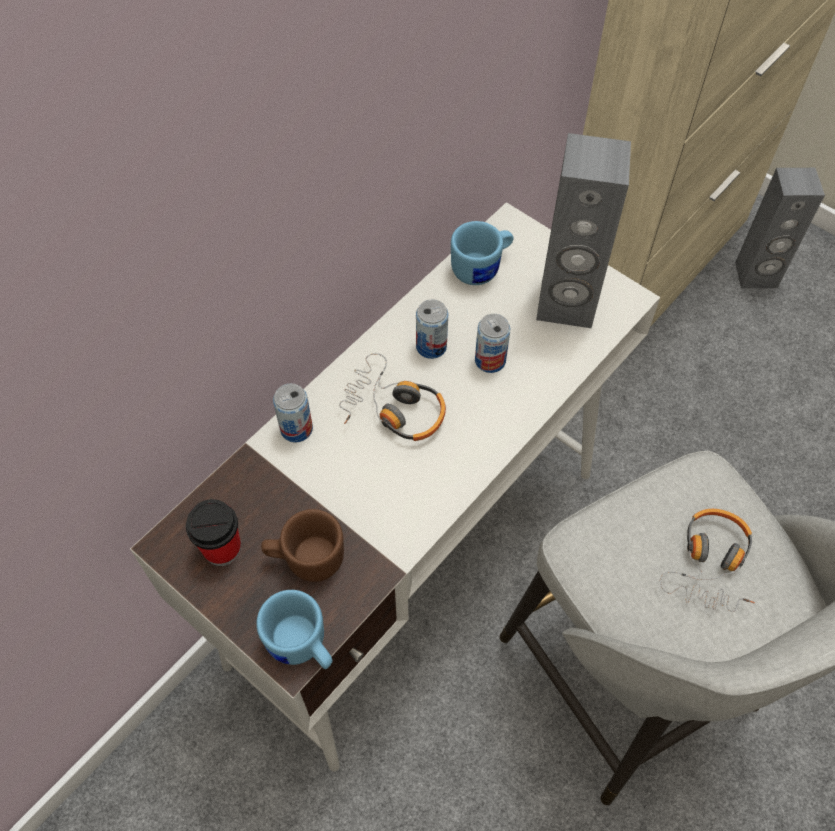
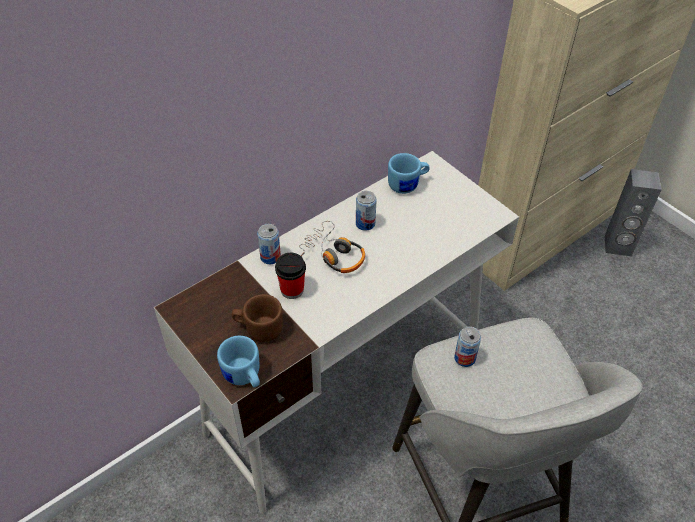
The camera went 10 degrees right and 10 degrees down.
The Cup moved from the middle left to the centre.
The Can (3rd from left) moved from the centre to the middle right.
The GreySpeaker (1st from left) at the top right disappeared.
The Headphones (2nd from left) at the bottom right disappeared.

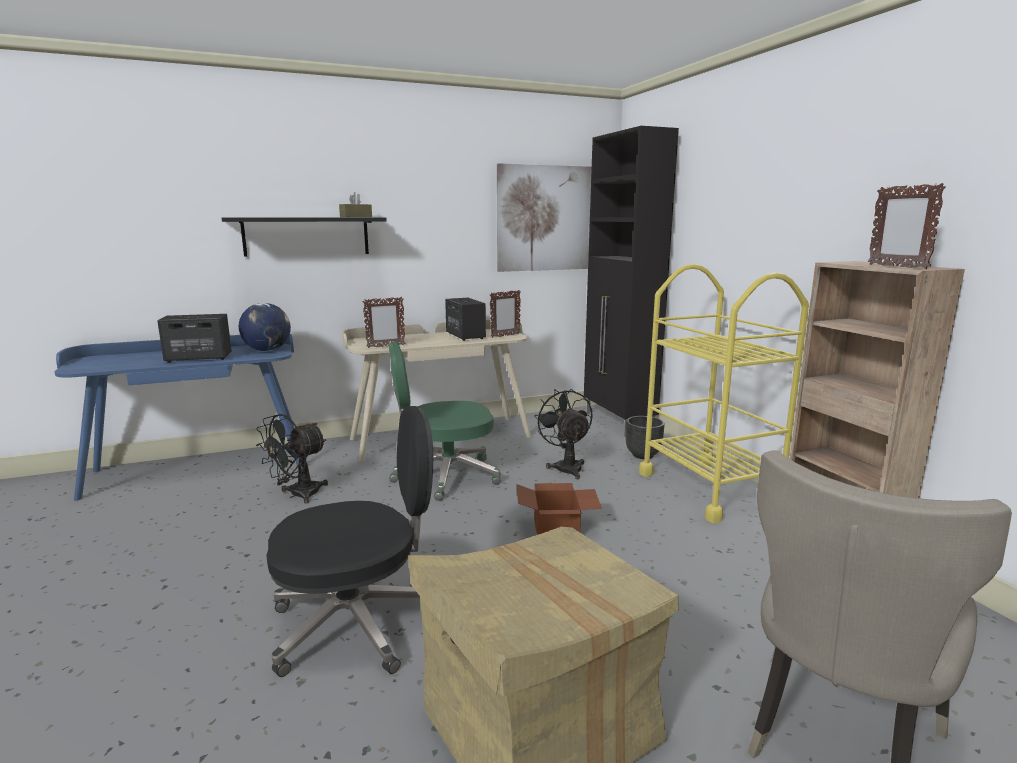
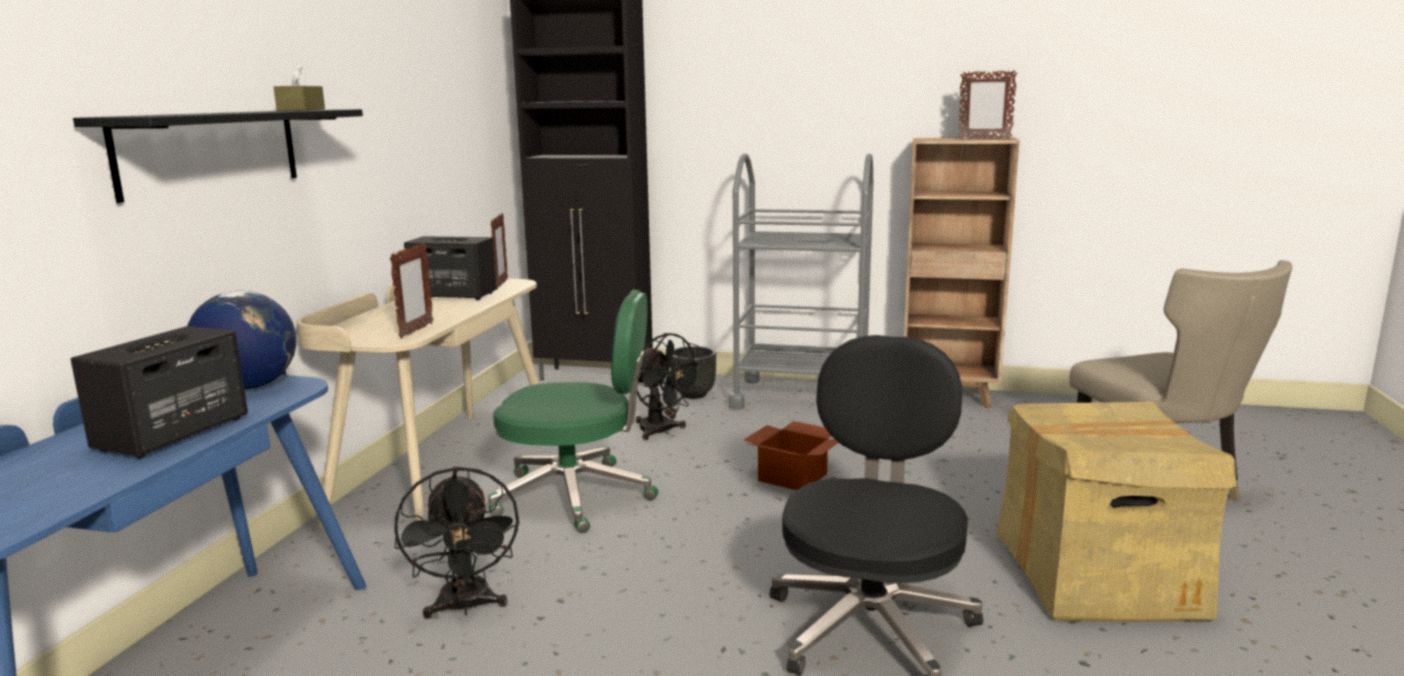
The camera went 55 degrees left and 0 degrees up.
The GreenOfficeChair at the centre turned 105 degrees counterclockwise.
The Picture at the top centre disappeared.
The BlackFan (2nd from left) at the centre turned 150 degrees counterclockwise.
The YellowCart at the middle right became the GreyCart at the centre.

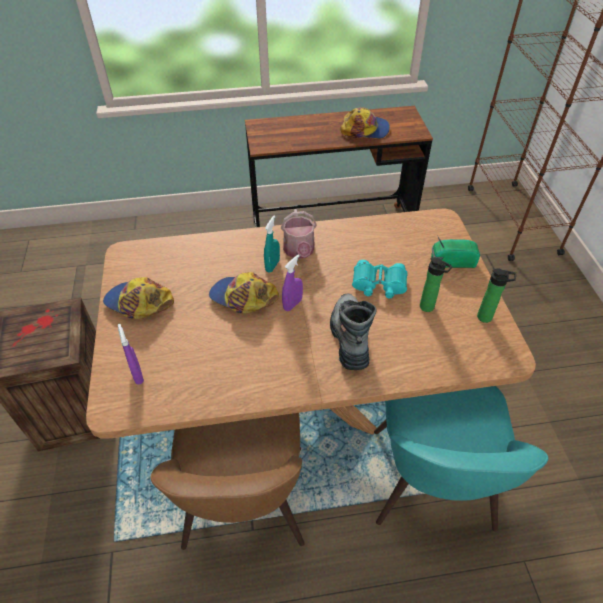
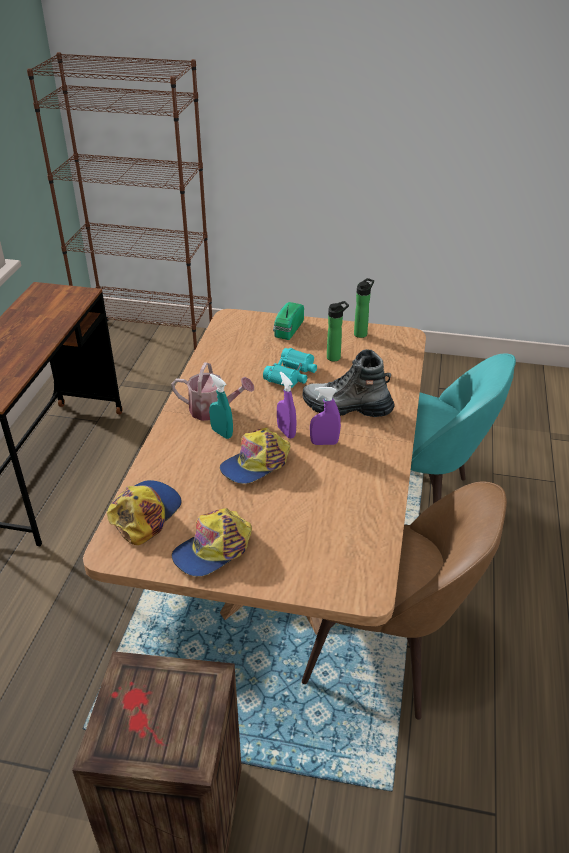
The camera went 70 degrees left and 10 degrees down.
The PurpleSprayBottle (1st from left in the first image) moved from the middle left to the centre.
The Cap (3rd from left in the first image) moved from the top centre to the middle left.

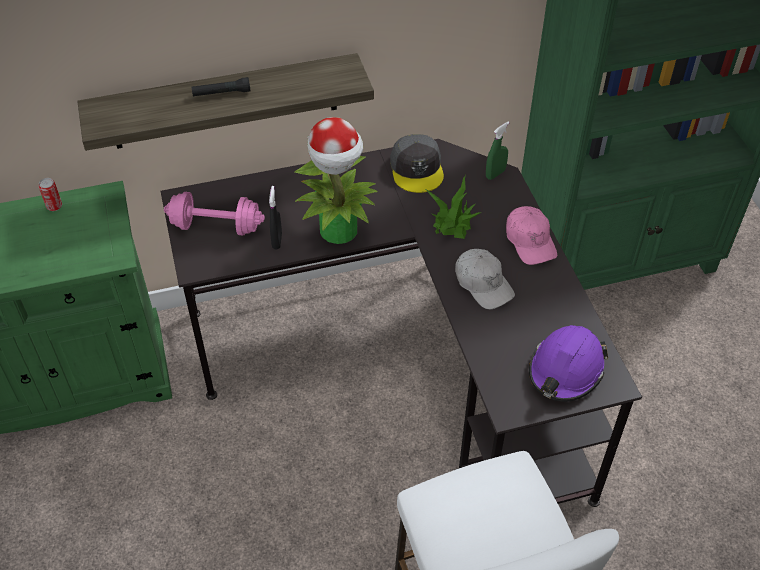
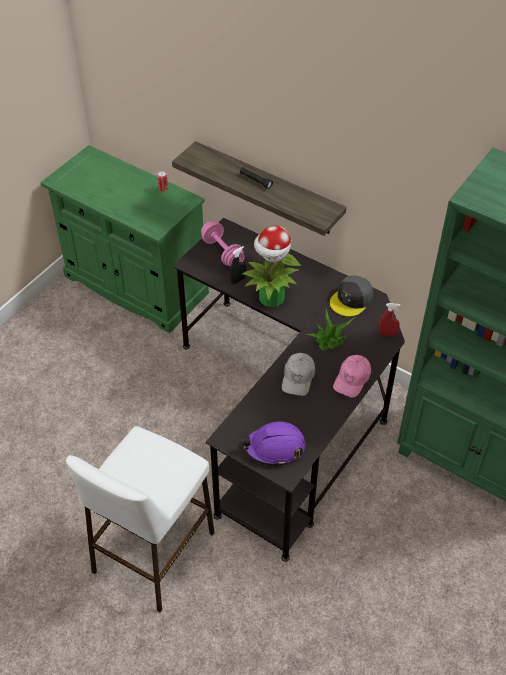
The camera went 50 degrees right and 0 degrees up.
The GreenSprayBottle at the top centre became the RedSprayBottle at the middle right.

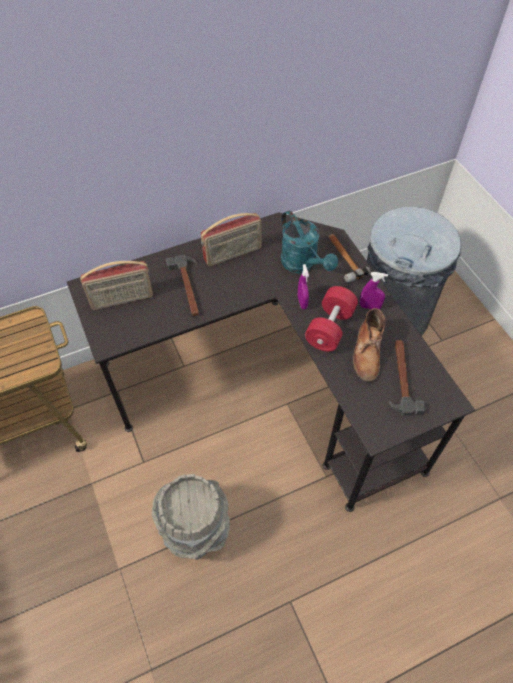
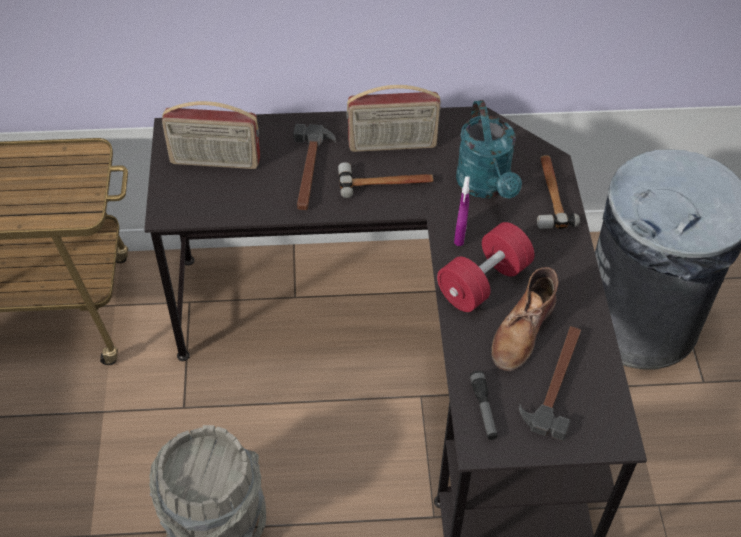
The camera went 20 degrees right and 5 degrees down.
The PurpleSprayBottle (2nd from left) at the middle right disappeared.
The Hammer (2nd from left) at the centre appeared.
The Flashlight at the bottom centre appeared.

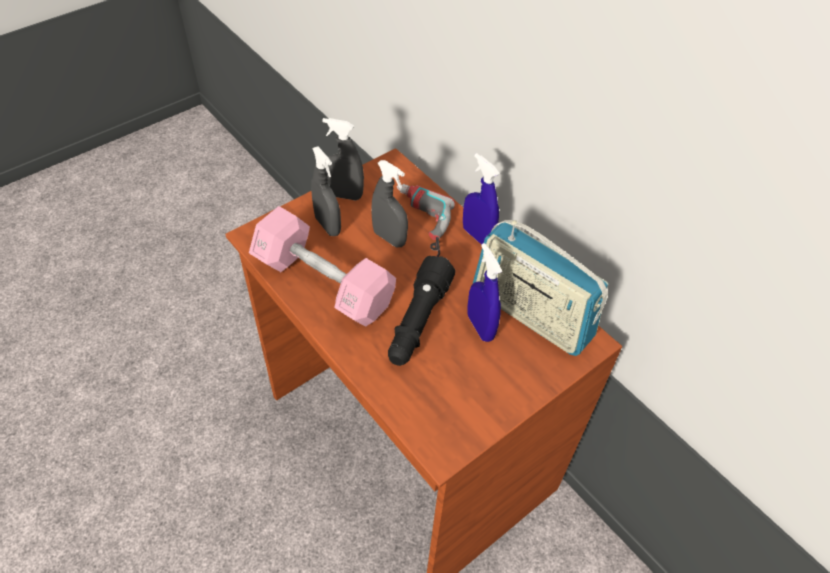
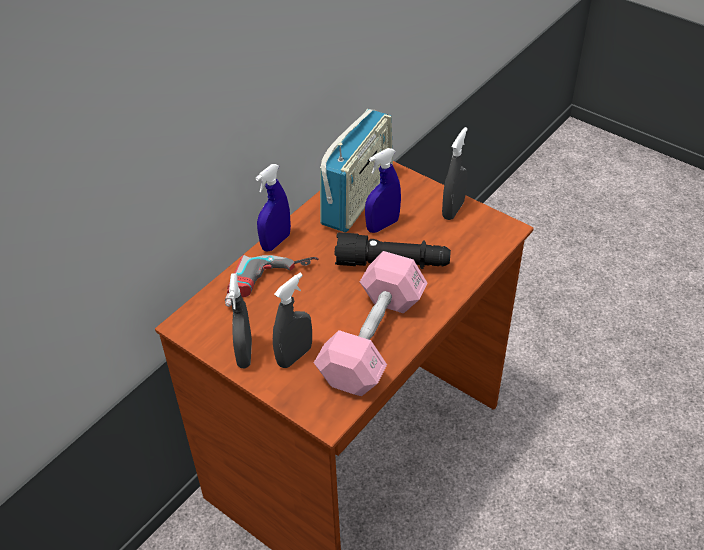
The camera went 100 degrees left and 5 degrees down.
The GreySprayBottle (3rd from left) moved from the centre to the top centre.

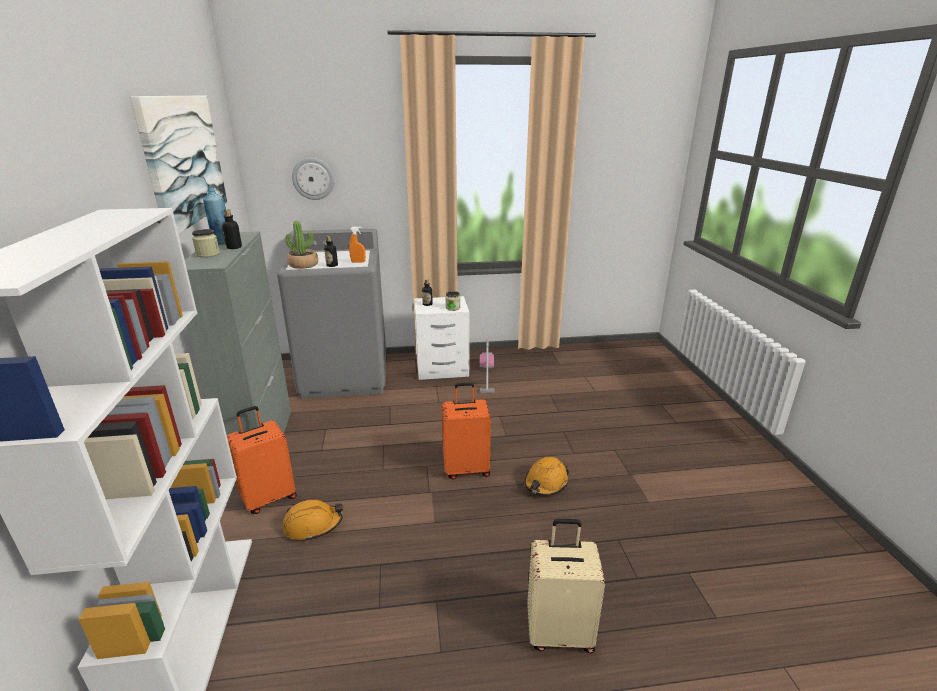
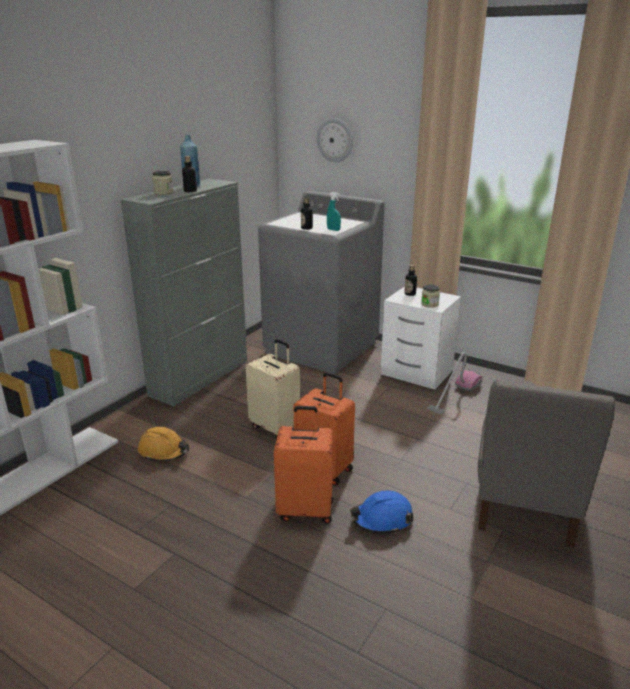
The camera went 40 degrees right and 0 degrees up.
The Picture at the top left disappeared.
The OrangeSuitcase (1st from left) moved from the middle left to the bottom centre.
The PottedPlant at the middle left disappeared.
The OrangeSprayBottle at the centre became the TurquoiseSprayBottle at the top centre.
The OrangeHardHat (2nd from left) at the bottom centre became the BlueHardHat at the bottom centre.
The BeigeSuitcase moved from the bottom centre to the centre.
The GreyChair at the bottom right appeared.

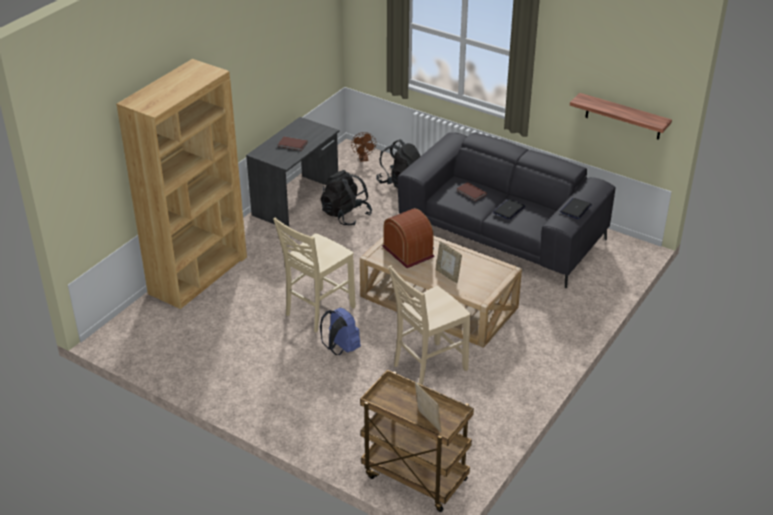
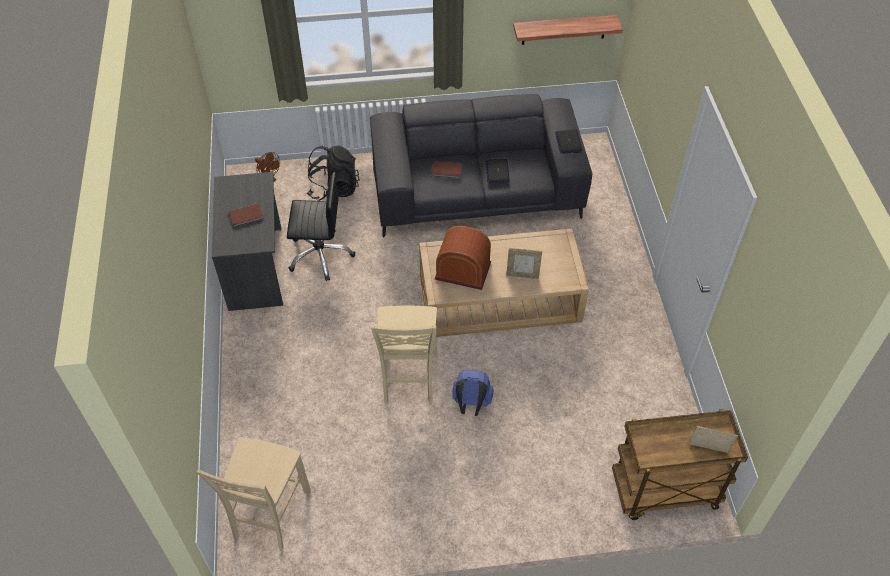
The camera went 40 degrees left and 15 degrees up.
The BrownBookcase at the middle left disappeared.
The BlackBackpack (1st from left) at the centre was replaced by the BlackOfficeChair at the centre.
The BeigeChair (2nd from left in the first image) moved from the centre to the bottom left.

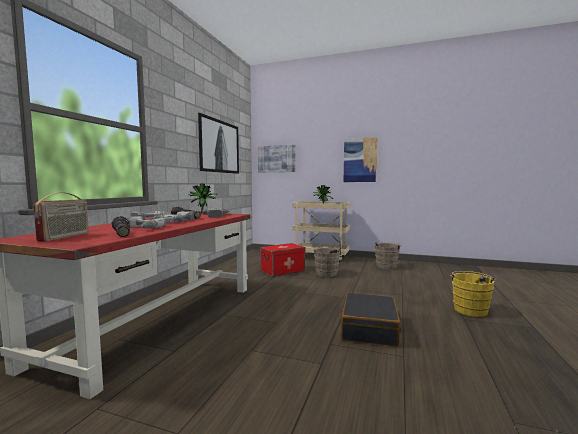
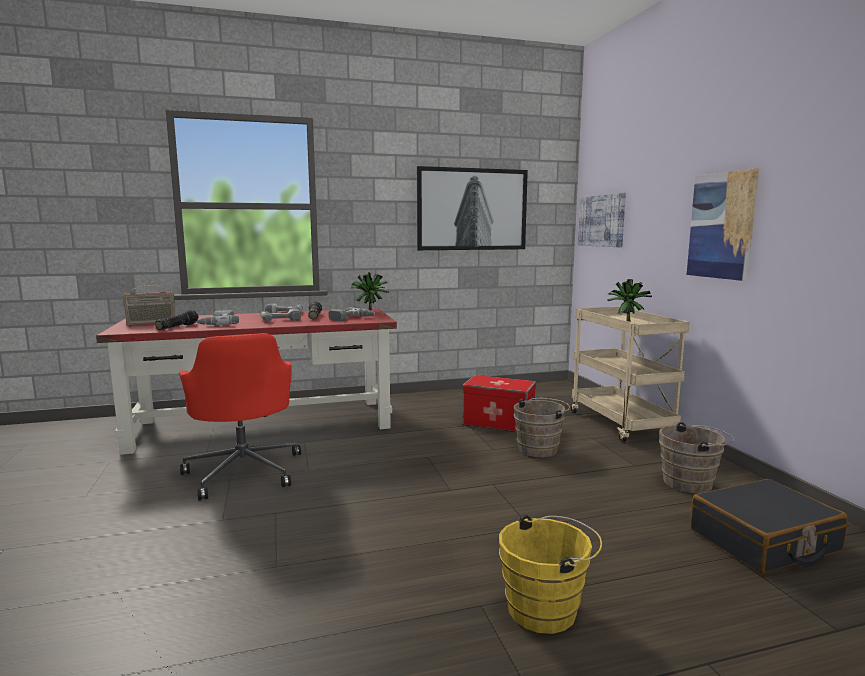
The camera went 55 degrees right and 5 degrees up.
The BlackSuitcase moved from the bottom centre to the bottom right.
The RedOfficeChair at the middle left appeared.

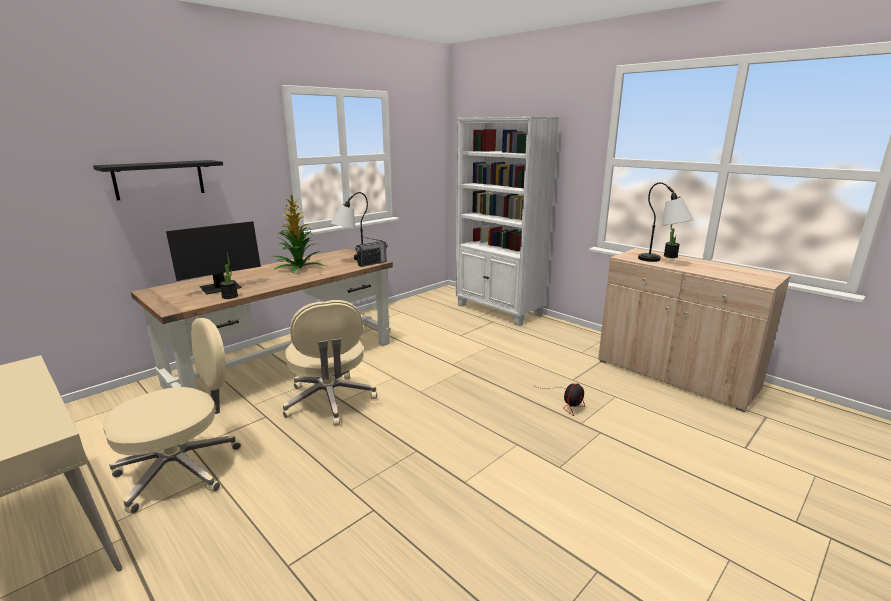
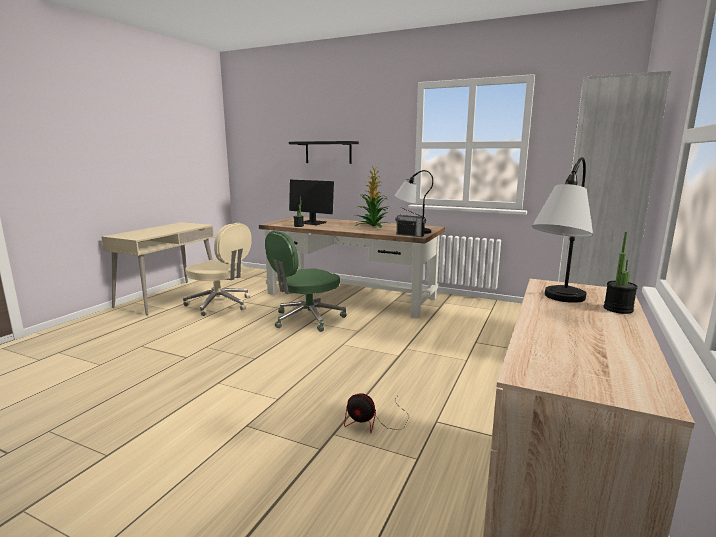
The camera went 70 degrees right and 5 degrees down.
The BeigeOfficeChair (2nd from left) at the centre became the GreenOfficeChair at the centre.

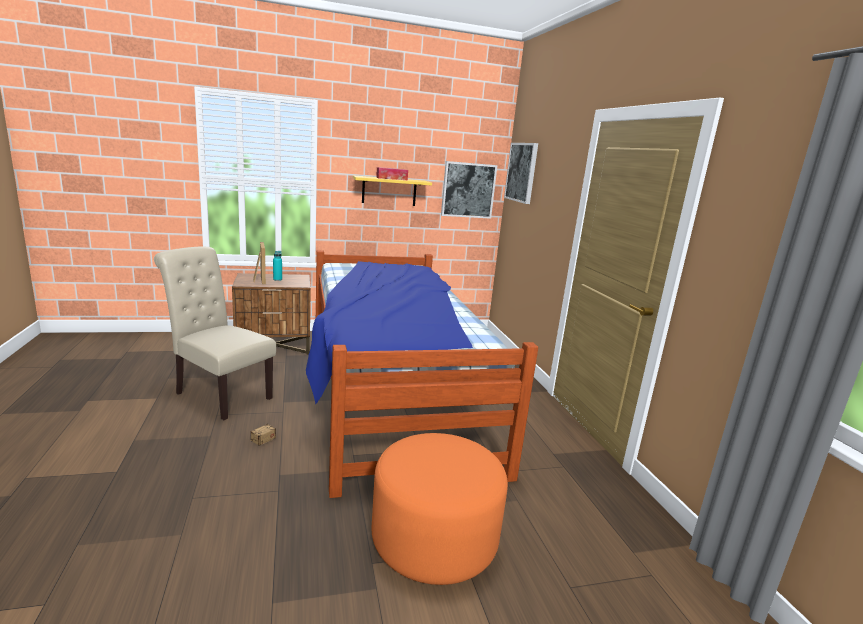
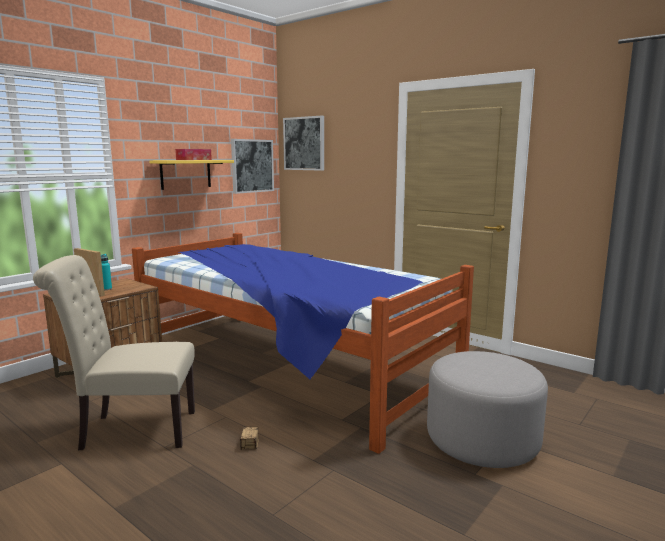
The camera went 35 degrees left and 5 degrees down.
The OrangeOttoman at the bottom centre became the GreyOttoman at the bottom right.

